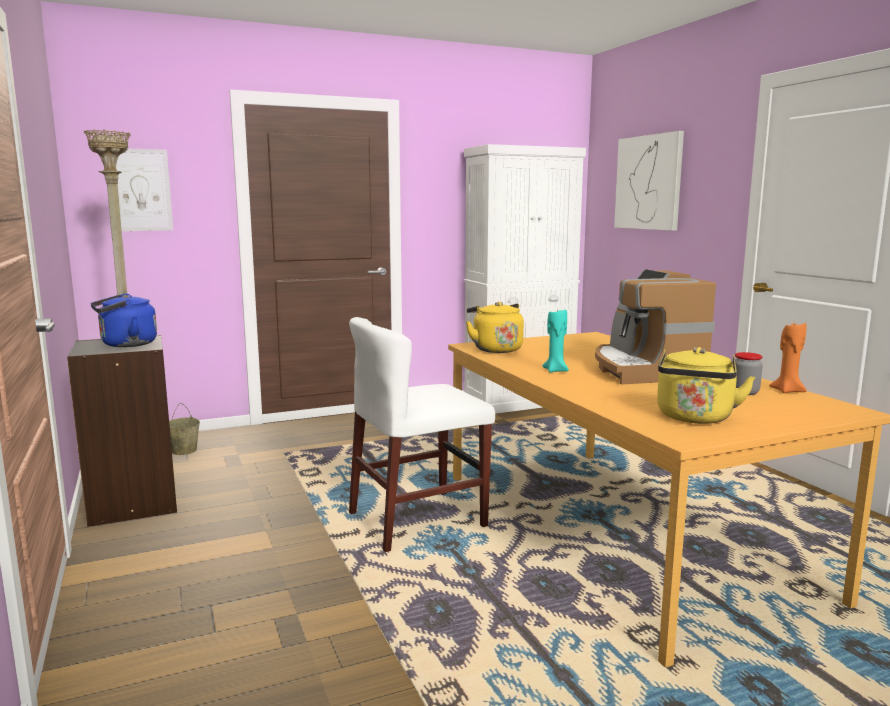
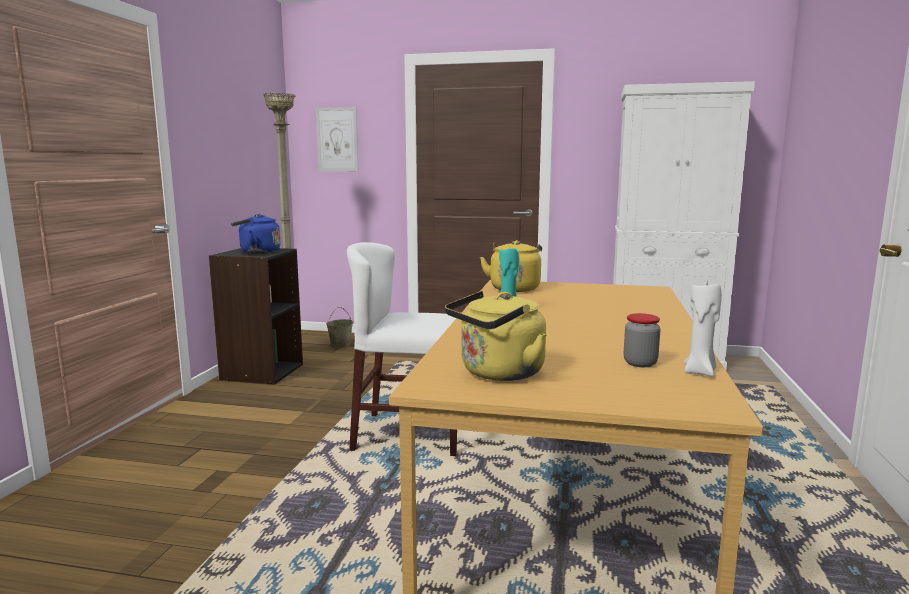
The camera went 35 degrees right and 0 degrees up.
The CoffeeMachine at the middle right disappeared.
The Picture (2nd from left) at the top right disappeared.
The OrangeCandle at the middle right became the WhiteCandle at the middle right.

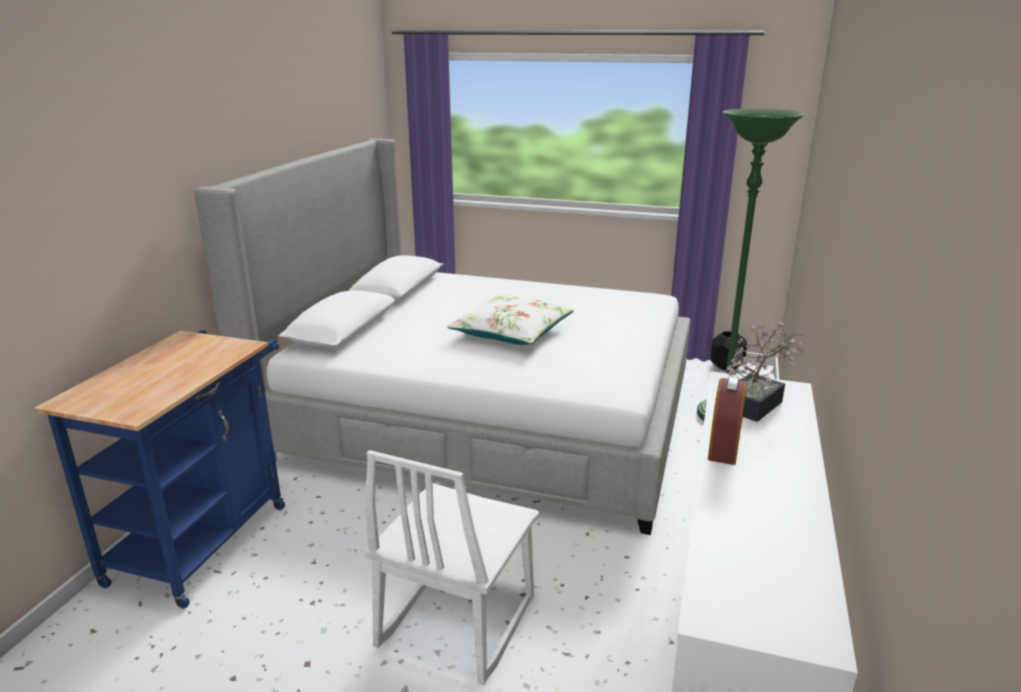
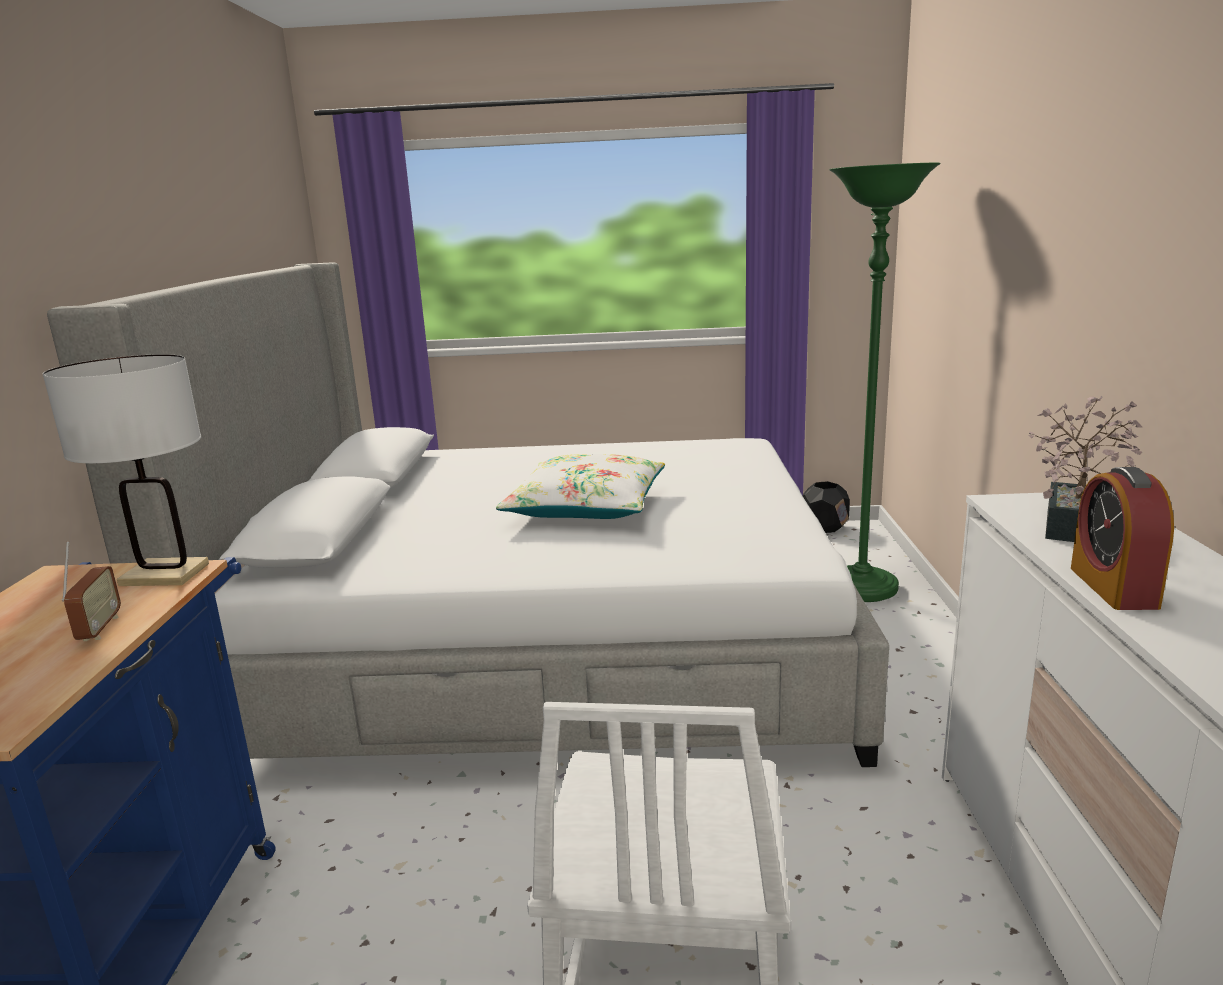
The camera went 15 degrees left and 5 degrees down.
The WhiteTableLamp at the middle left appeared.
The Radio at the middle left appeared.

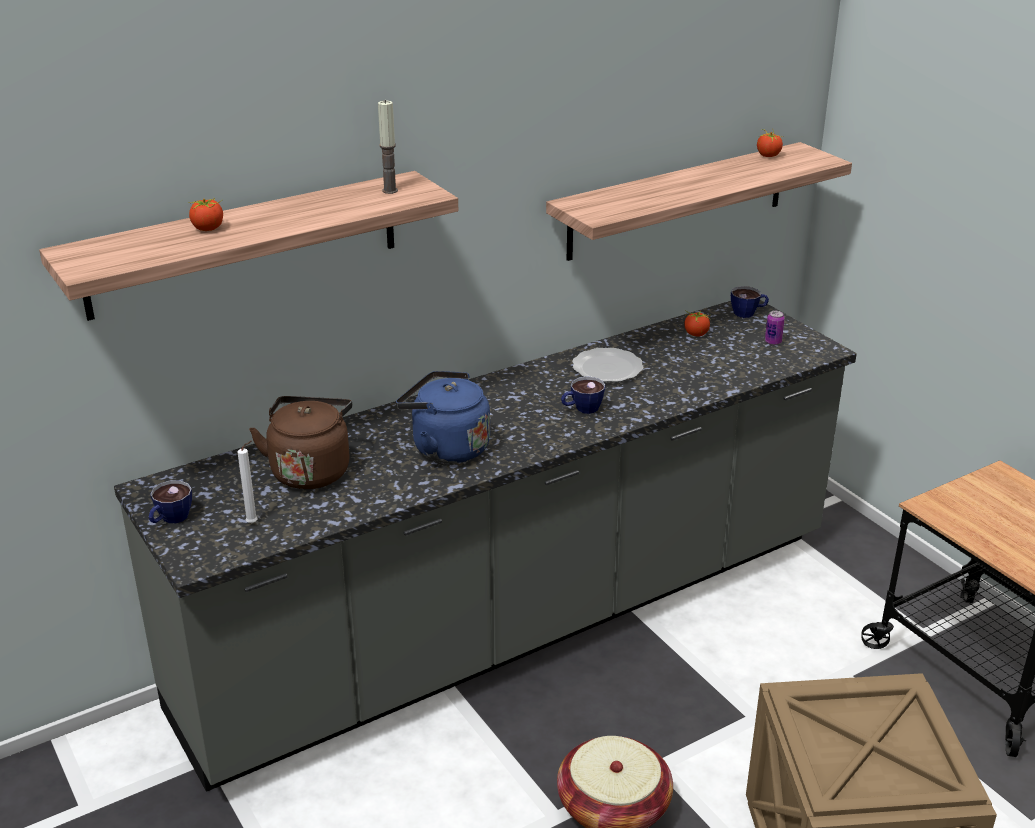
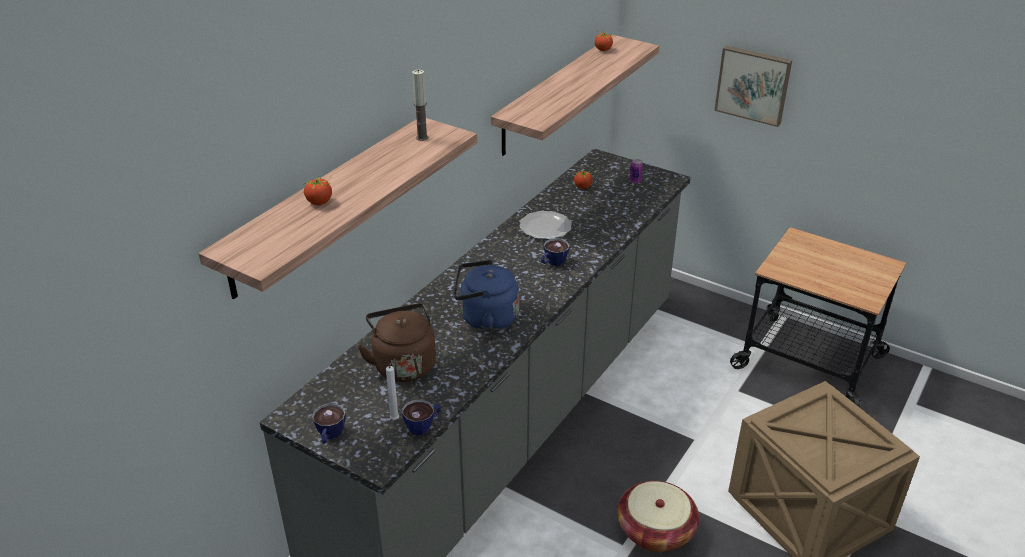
The camera went 25 degrees left and 5 degrees up.
The Cup (3rd from left in the first image) moved from the middle right to the bottom centre.
The Picture at the top right appeared.

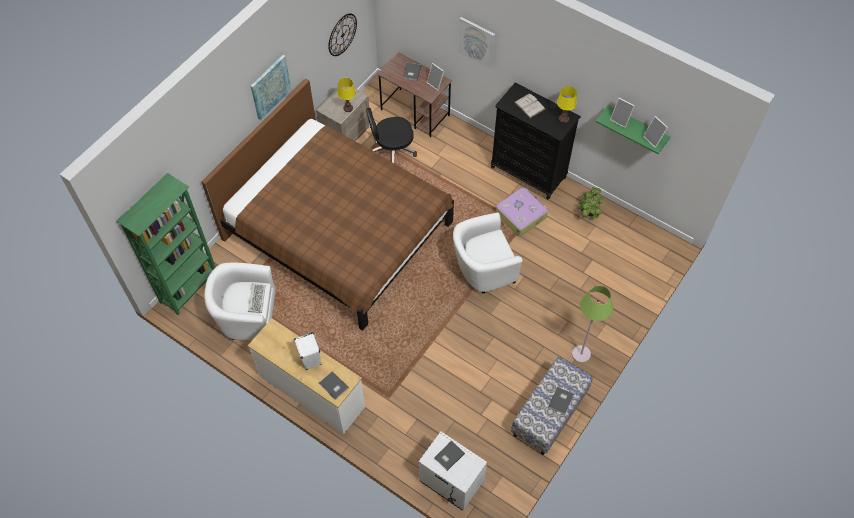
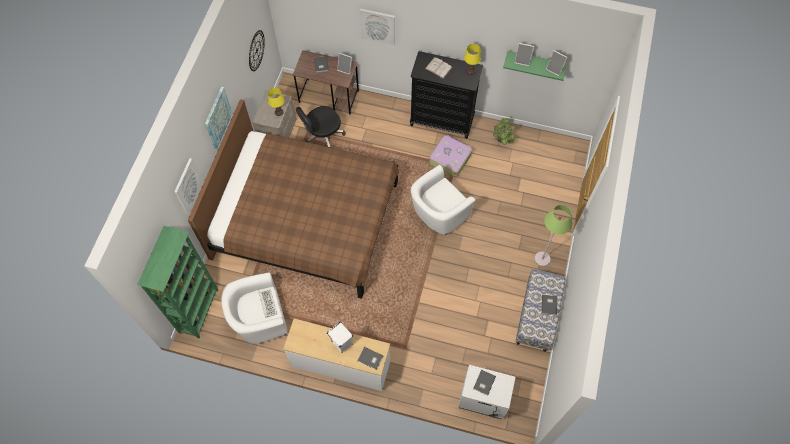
The camera went 20 degrees left and 5 degrees up.
The Picture (1st from left) at the middle left appeared.

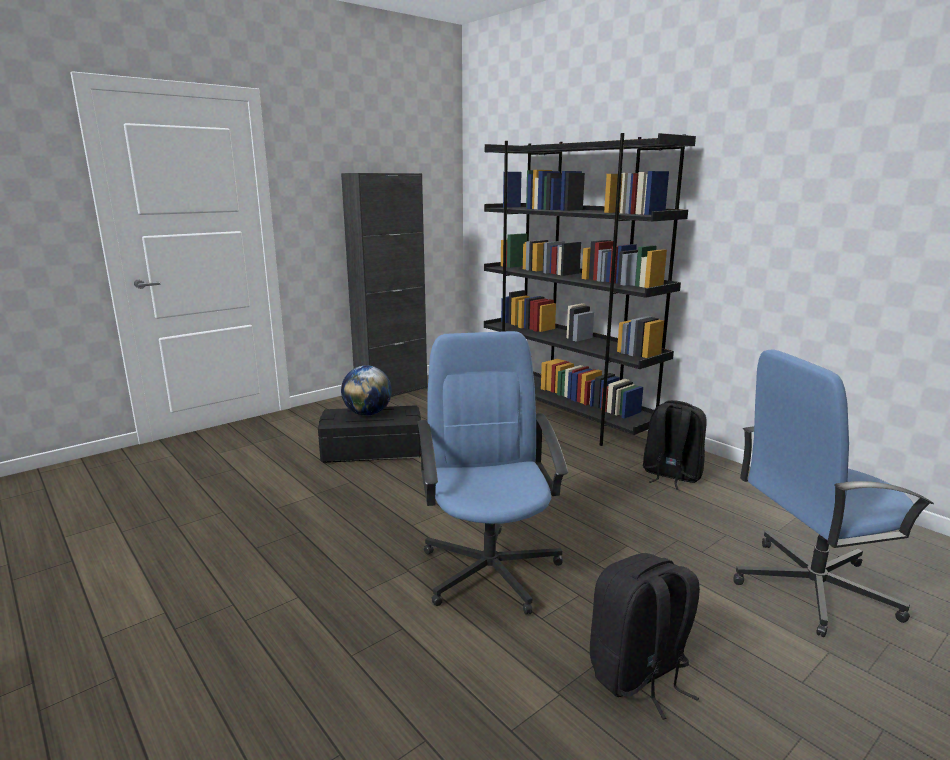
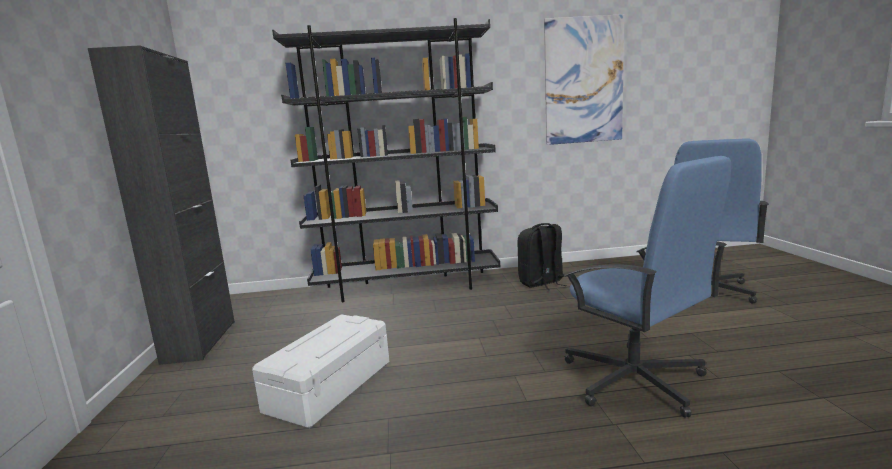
The camera went 55 degrees left and 5 degrees down.
The BlackStorageBox at the centre became the WhiteStorageBox at the bottom centre.
The Globe at the centre disappeared.
The BlueOfficeChair (1st from left) at the centre turned 150 degrees counterclockwise.
The BlackBackpack (1st from left) at the bottom right disappeared.
The Picture at the top centre appeared.

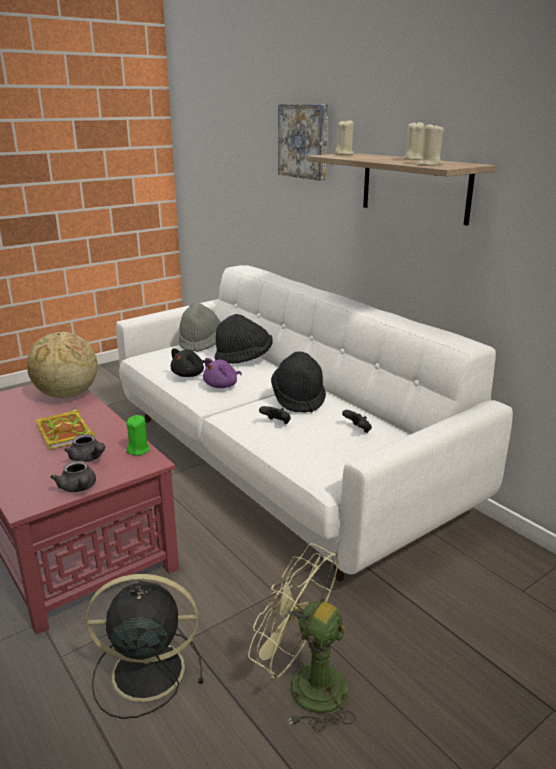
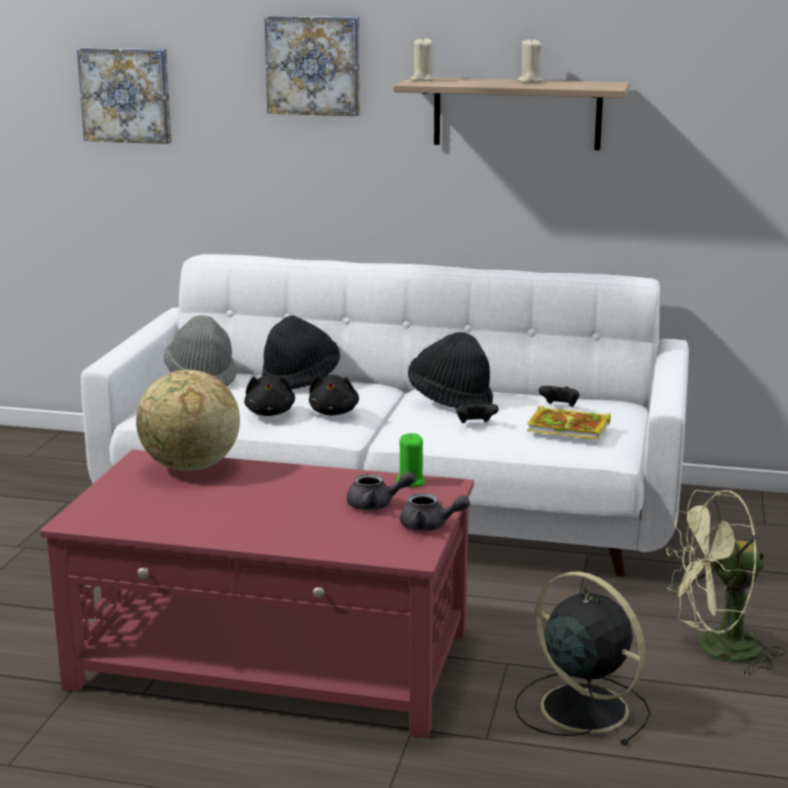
The camera went 40 degrees left and 5 degrees down.
The Book moved from the middle left to the middle right.
The BlackFan at the bottom left turned 90 degrees clockwise.
The PurplePlushToy at the centre became the BlackPlushToy (2nd from left) at the centre.
The BeigeCandle (3rd from left) at the top right disappeared.
The Picture (1st from left) at the top left appeared.

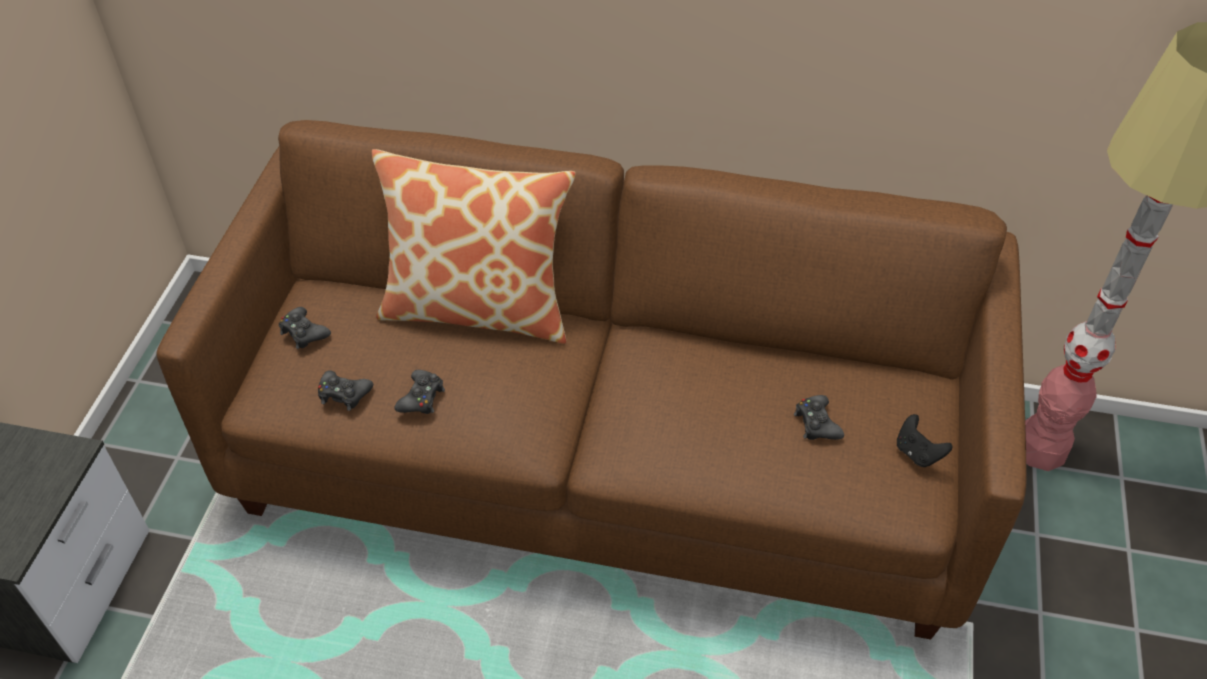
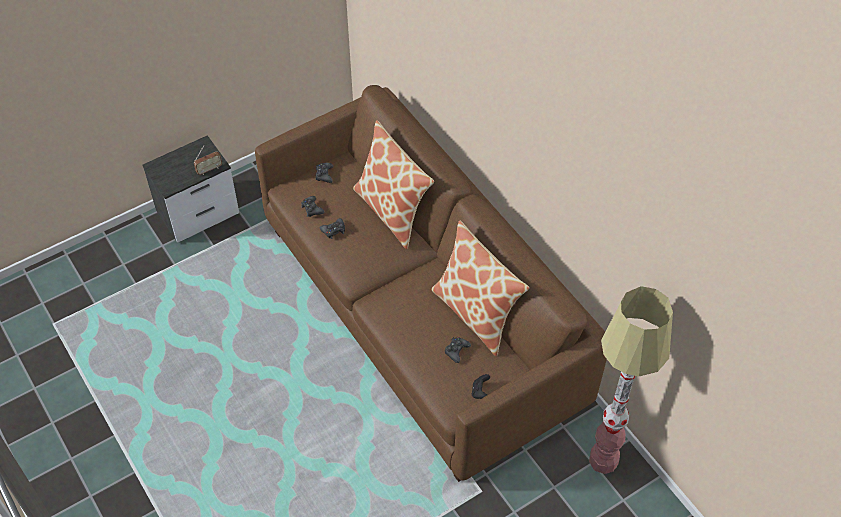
The camera went 45 degrees right and 5 degrees up.
The Radio at the top left appeared.
The Pillow (2nd from left) at the centre appeared.

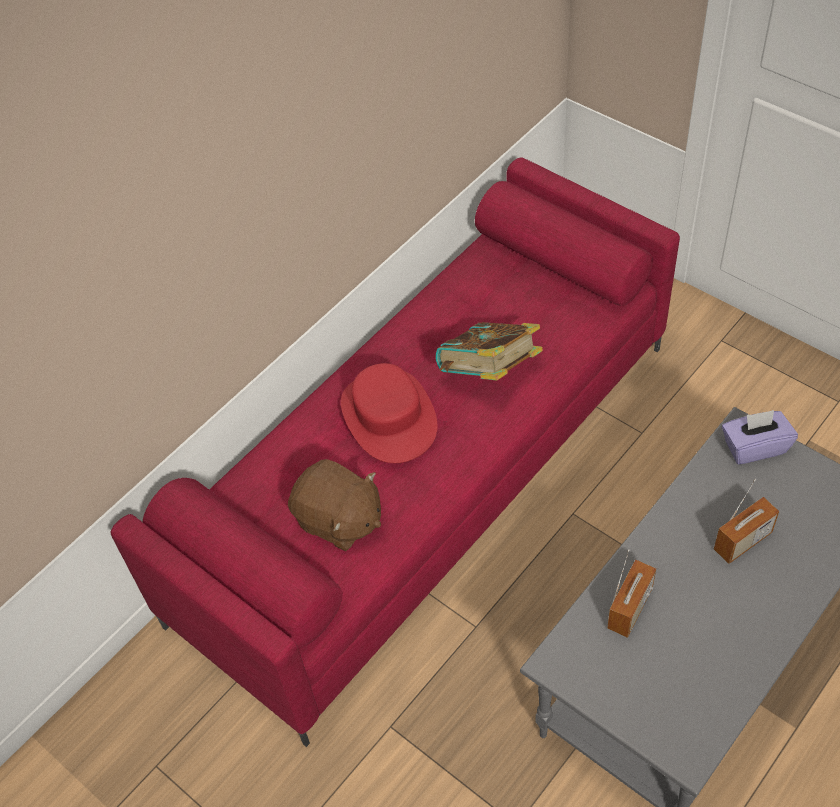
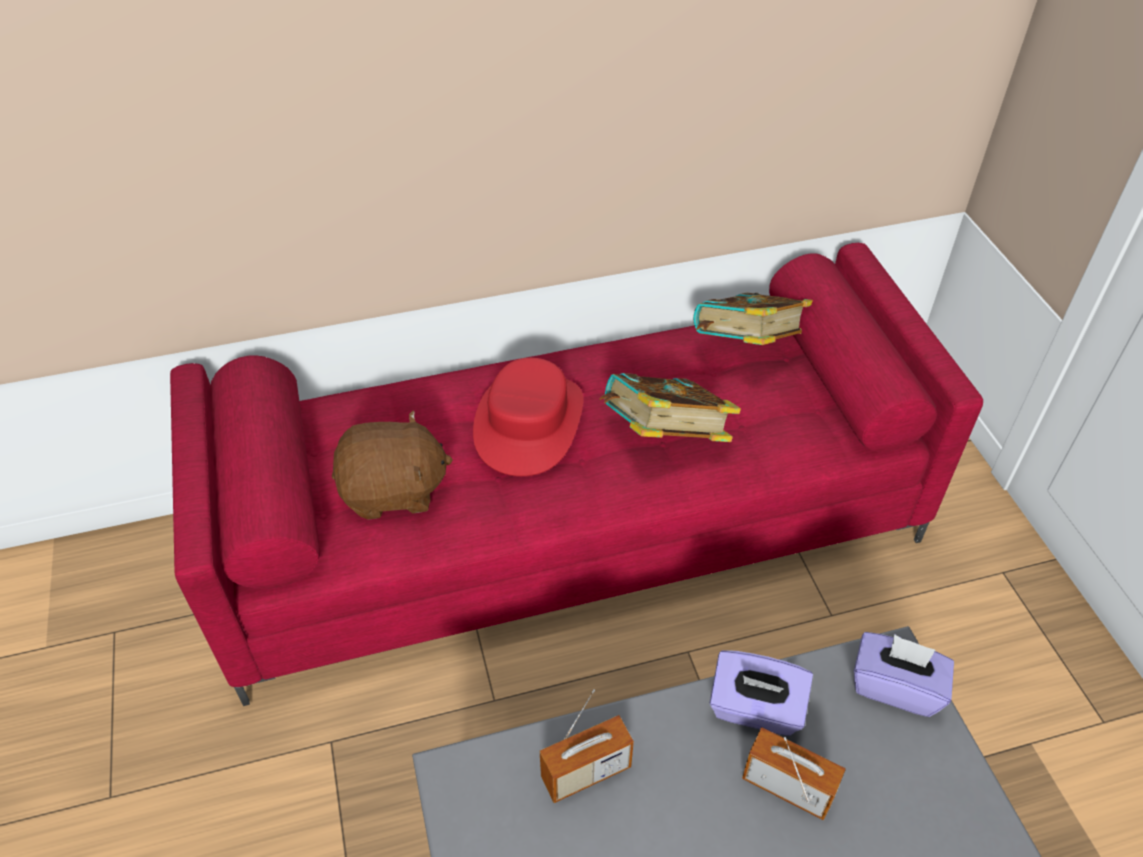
The camera went 30 degrees right and 5 degrees down.
The BrownPlushToy at the centre turned 75 degrees counterclockwise.
The Radio (2nd from left) at the middle right turned 150 degrees counterclockwise.
The Book (2nd from left) at the centre appeared.
The PurpleTissueBox (1st from left) at the bottom centre appeared.

